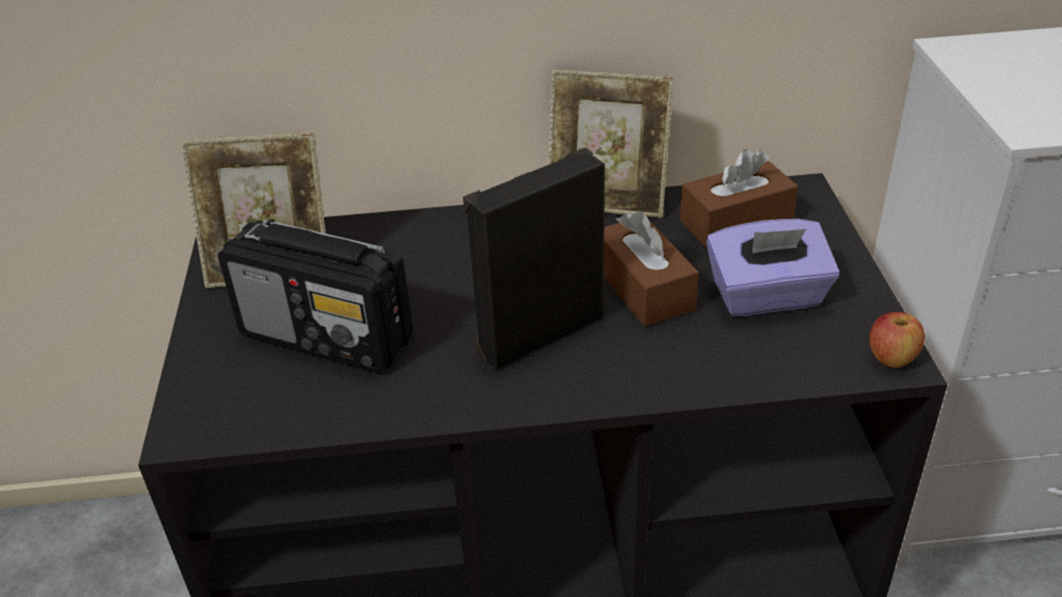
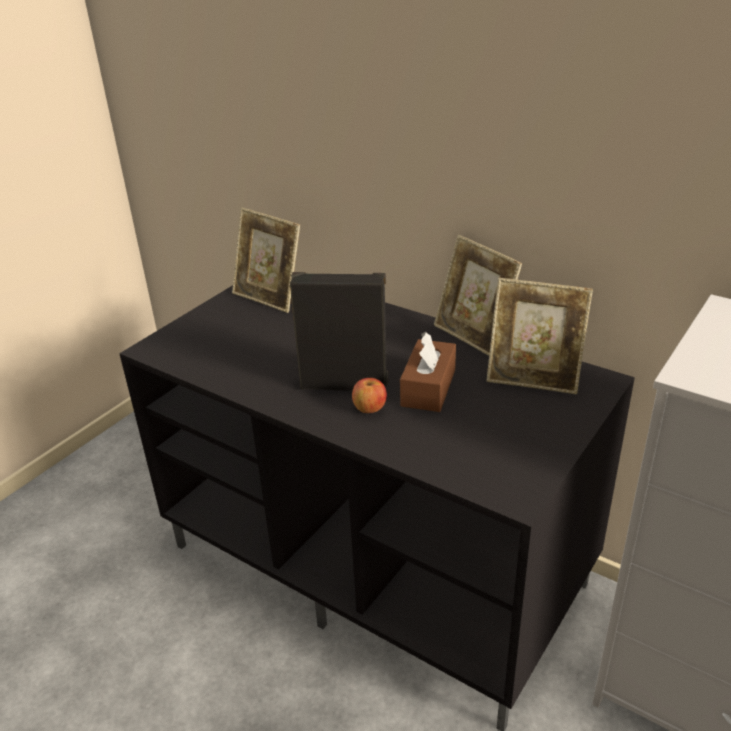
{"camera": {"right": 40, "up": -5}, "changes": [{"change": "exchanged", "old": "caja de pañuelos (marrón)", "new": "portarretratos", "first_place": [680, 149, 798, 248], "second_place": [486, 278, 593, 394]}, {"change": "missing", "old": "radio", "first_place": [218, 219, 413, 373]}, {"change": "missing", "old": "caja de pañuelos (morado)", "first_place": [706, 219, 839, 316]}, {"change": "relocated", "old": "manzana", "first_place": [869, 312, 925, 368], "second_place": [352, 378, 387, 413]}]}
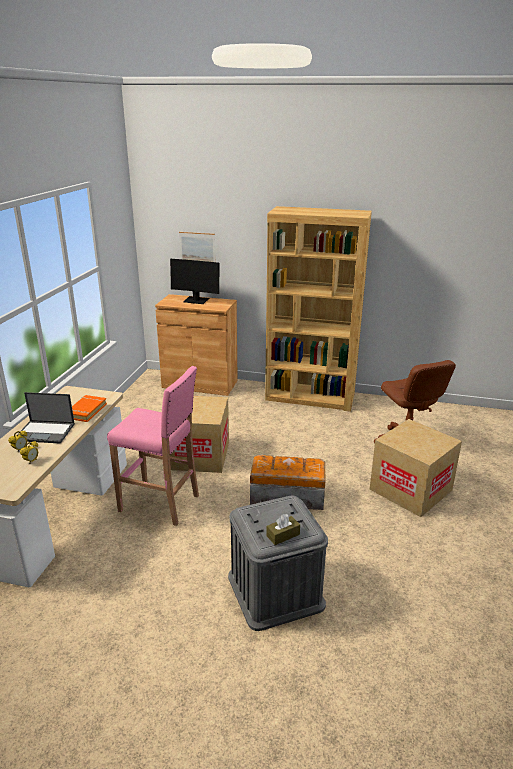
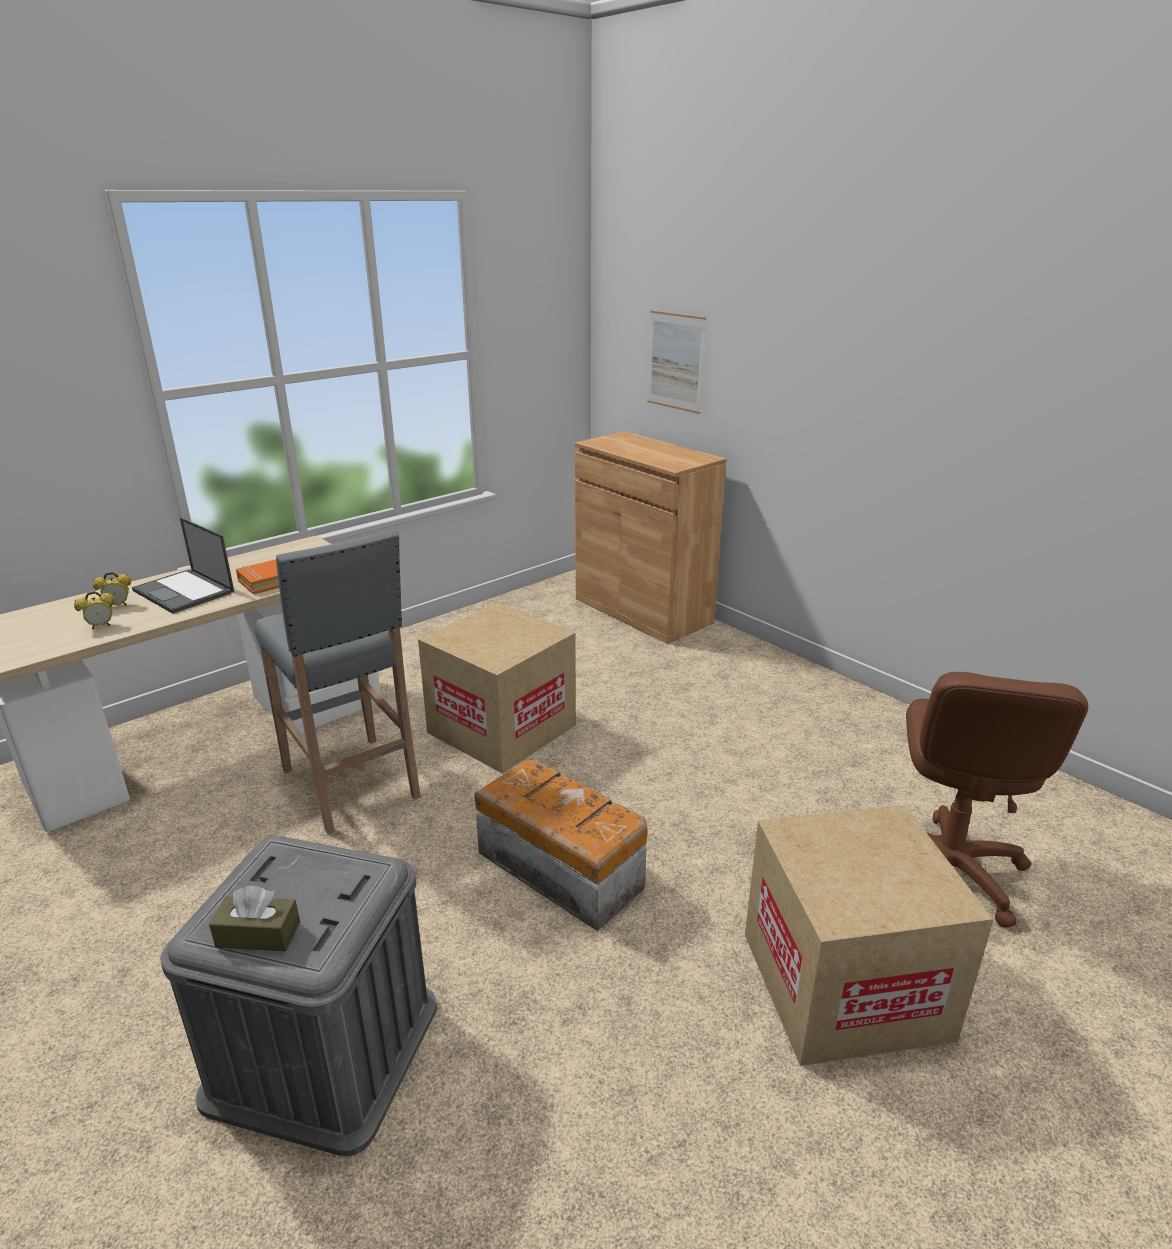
{"camera": {"right": 35, "up": 0}, "changes": [{"change": "missing", "old": "estantería (marrón)", "first_place": [265, 206, 372, 412]}, {"change": "missing", "old": "monitor", "first_place": [170, 259, 220, 304]}, {"change": "colour", "old": "taburete (rosa)", "new": "taburete (gris)", "first_place": [107, 366, 199, 526], "second_place": [255, 530, 421, 834]}]}
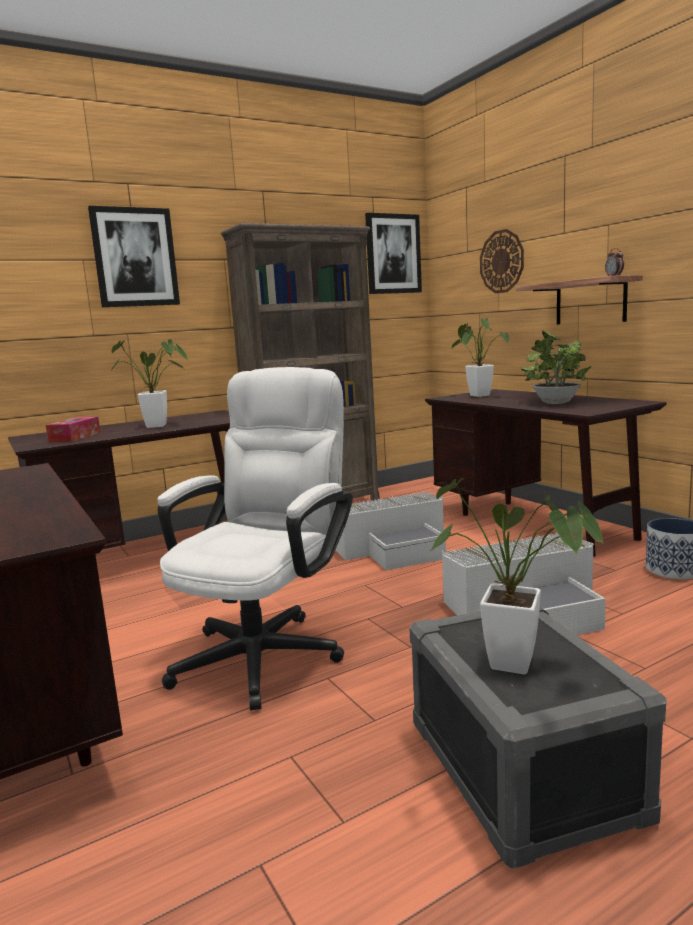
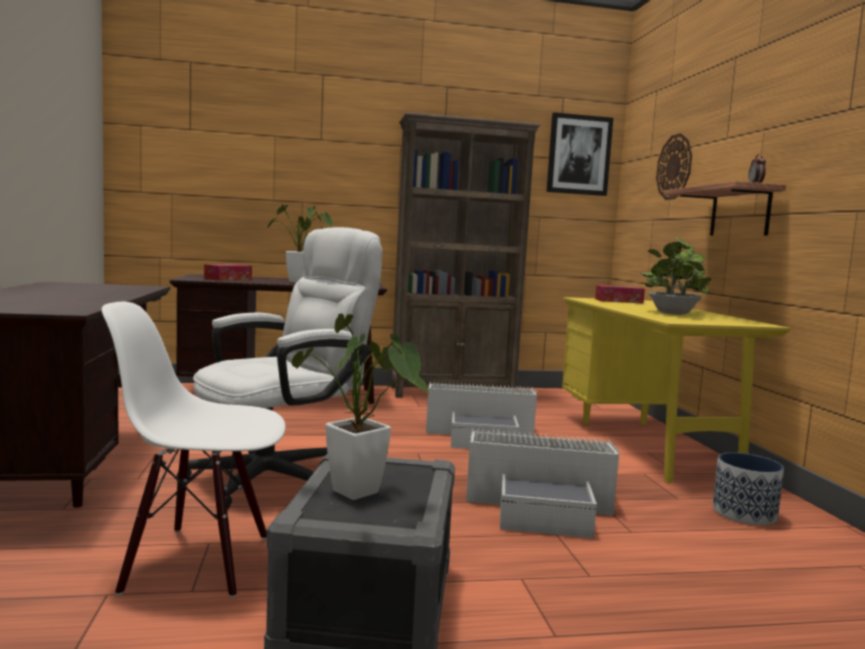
{"camera": {"right": 20, "up": -5}, "changes": [{"change": "missing", "old": "cuadro", "first_place": [88, 206, 180, 307]}, {"change": "exchanged", "old": "planta en maceta", "new": "caja de pañuelos", "first_place": [452, 318, 510, 397], "second_place": [595, 285, 645, 304]}, {"change": "colour", "old": "escritorio (marrón)", "new": "escritorio (amarillo)", "first_place": [425, 389, 667, 557], "second_place": [562, 297, 790, 483]}, {"change": "appeared", "new": "silla (blanco)", "second_place": [102, 302, 286, 598]}]}
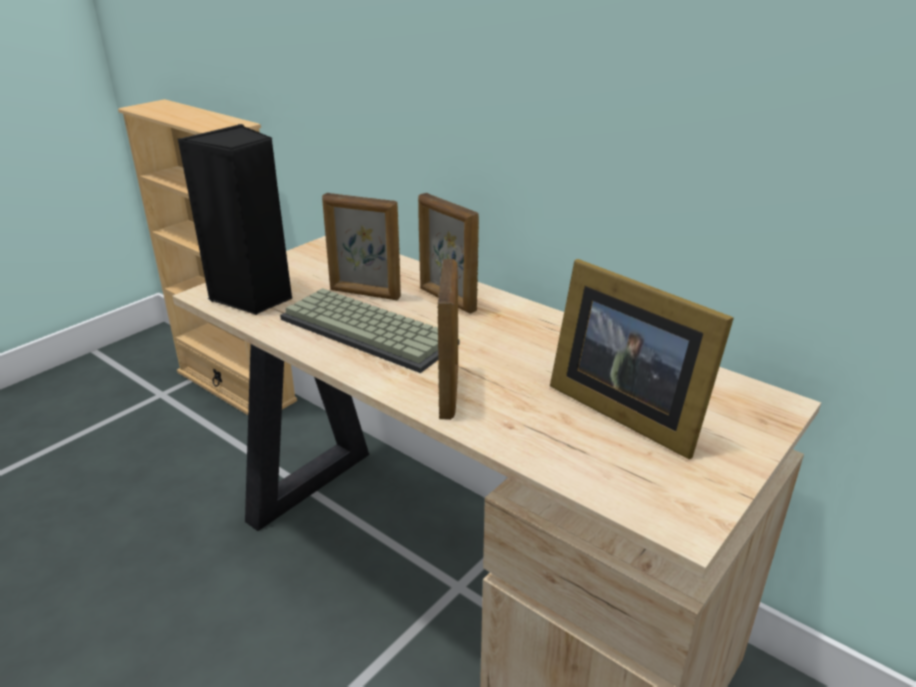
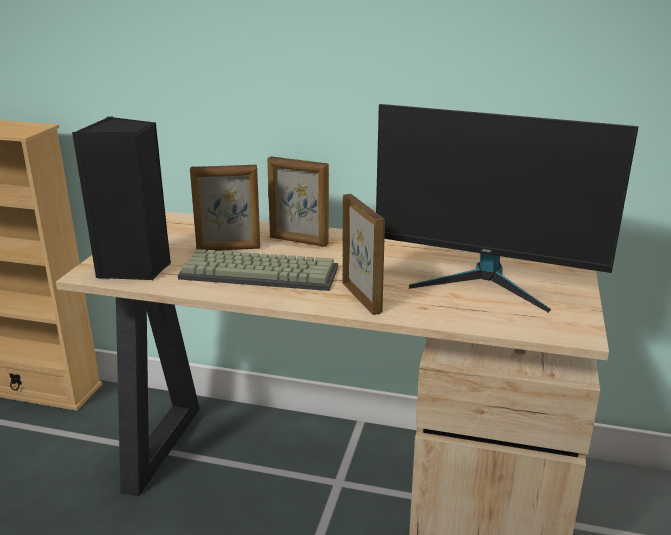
{"camera": {"right": -25, "up": -5}, "changes": [{"change": "exchanged", "old": "portarretratos", "new": "monitor", "first_place": [550, 259, 734, 459], "second_place": [376, 104, 639, 313]}]}
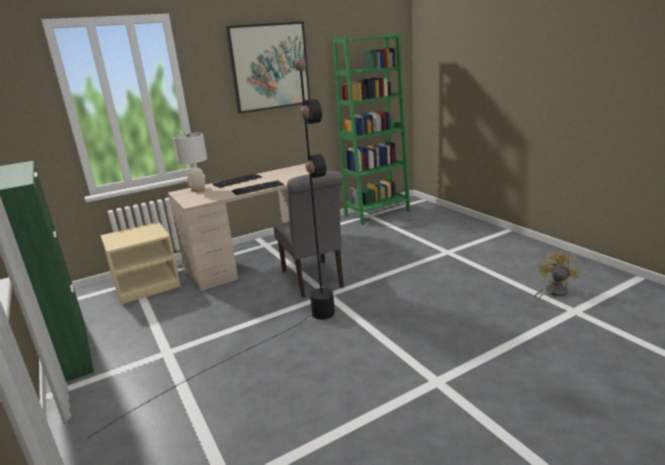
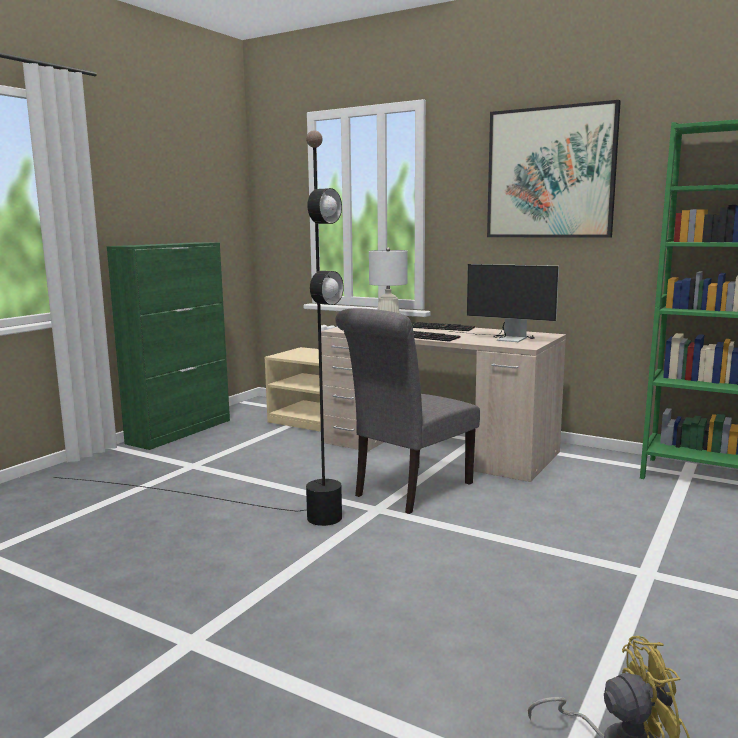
{"camera": {"right": 60, "up": -10}, "changes": [{"change": "appeared", "new": "monitor", "second_place": [455, 264, 559, 342]}]}
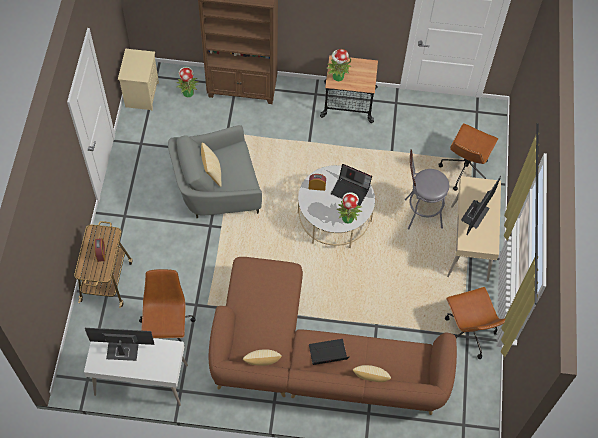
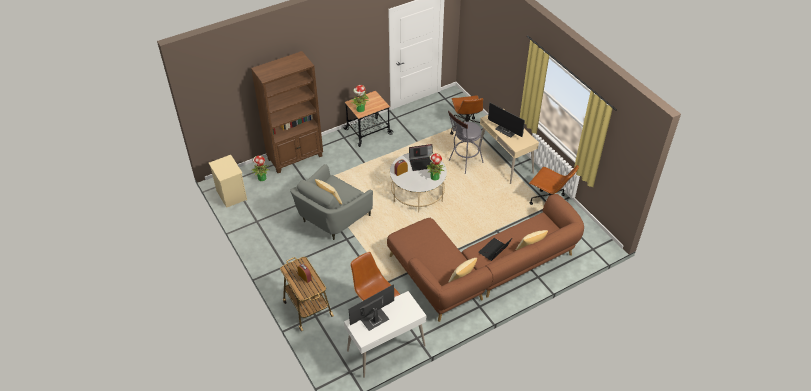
{"camera": {"right": -35, "up": -15}, "changes": [{"change": "spun", "old": "monitor", "first_place": [461, 176, 501, 235], "second_place": [488, 103, 525, 138], "degrees": 135}]}
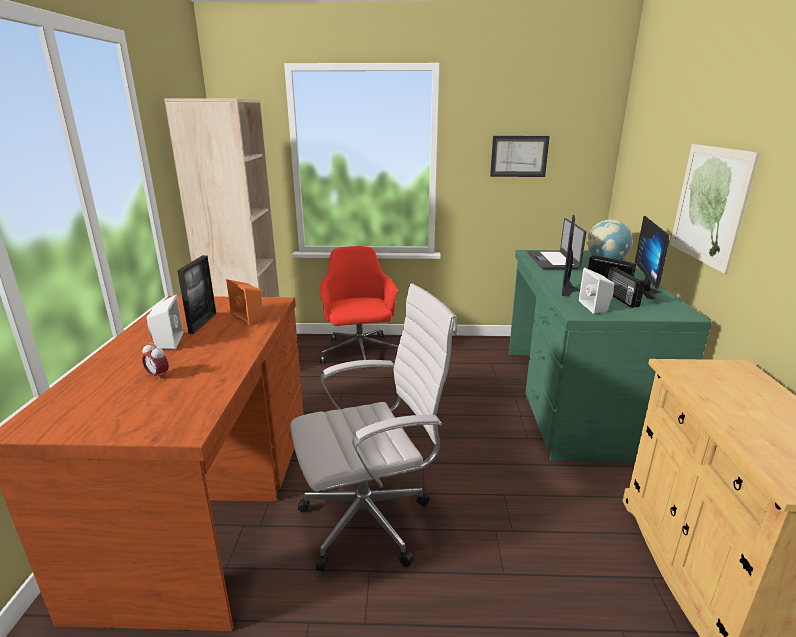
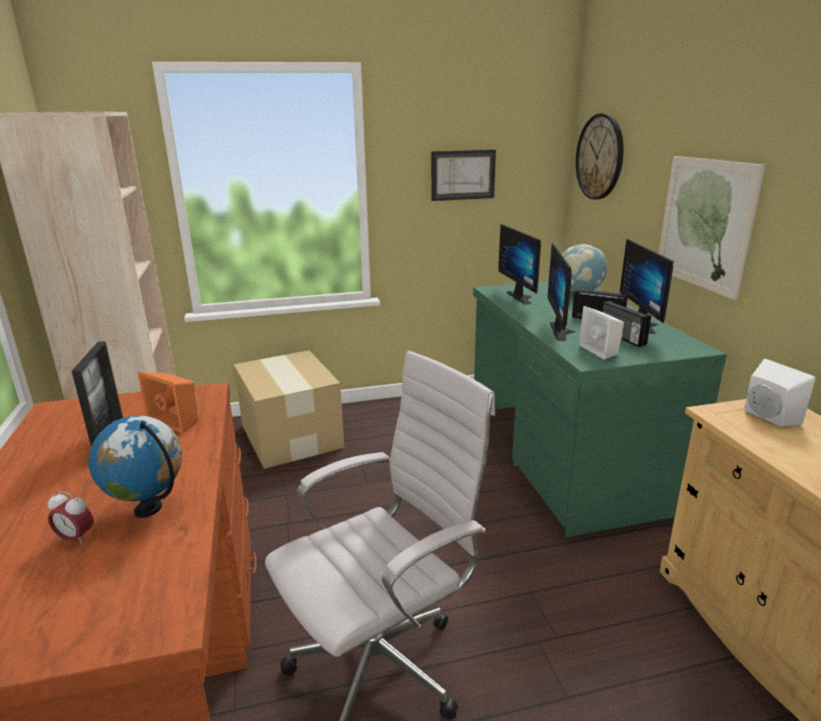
{"camera": {"right": -15, "up": 0}, "changes": [{"change": "exchanged", "old": "portátil", "new": "monitor", "first_place": [527, 218, 586, 269], "second_place": [498, 224, 541, 305]}, {"change": "exchanged", "old": "silla de oficina (rojo)", "new": "caja de cartón", "first_place": [319, 246, 398, 364], "second_place": [234, 350, 345, 469]}, {"change": "relocated", "old": "altavoz (blanco)", "first_place": [147, 294, 184, 349], "second_place": [744, 359, 815, 427]}, {"change": "appeared", "new": "reloj de pared", "second_place": [576, 113, 623, 200]}, {"change": "appeared", "new": "globo terráqueo", "second_place": [89, 415, 182, 518]}]}
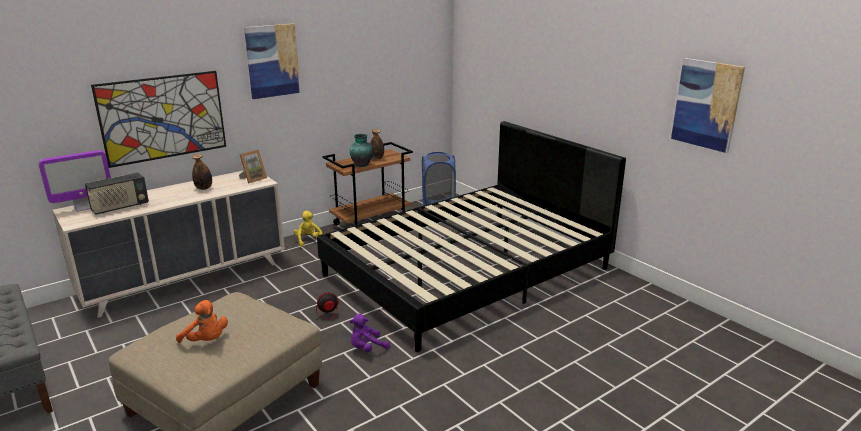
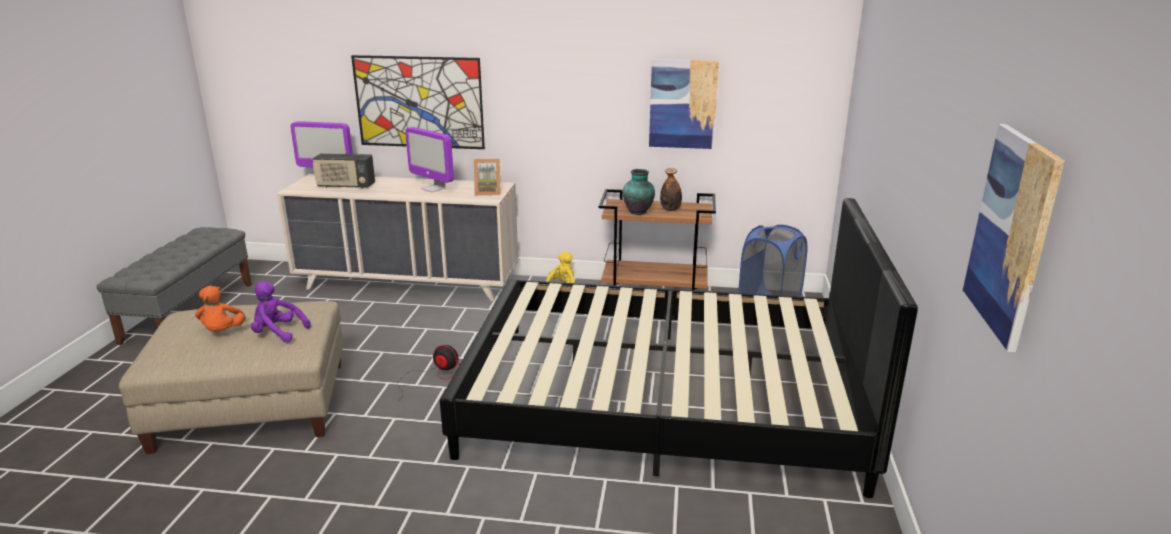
{"camera": {"right": 45, "up": 0}, "changes": [{"change": "relocated", "old": "cuadro", "first_place": [244, 23, 301, 99], "second_place": [649, 59, 719, 149]}, {"change": "exchanged", "old": "botella", "new": "monitor", "first_place": [192, 154, 212, 190], "second_place": [405, 127, 454, 192]}, {"change": "relocated", "old": "peluche (morado)", "first_place": [350, 314, 390, 352], "second_place": [251, 282, 311, 343]}]}
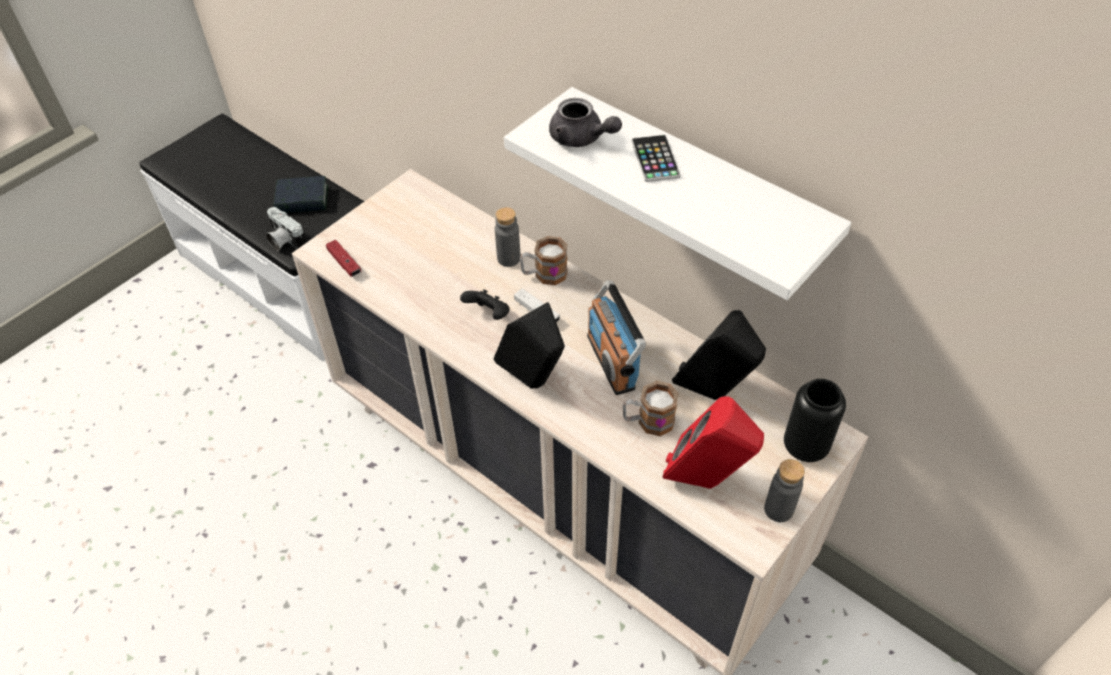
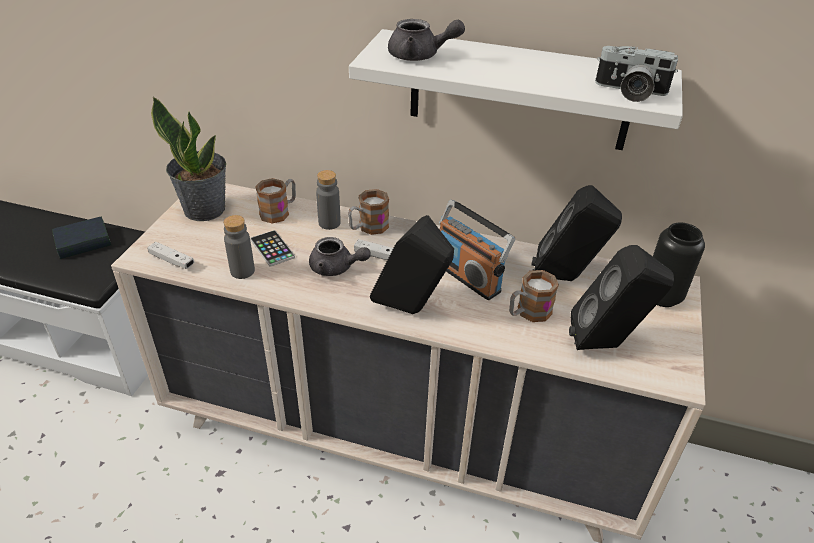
{"camera": {"right": -25, "up": -10}, "changes": [{"change": "relocated", "old": "móvil", "first_place": [632, 135, 681, 182], "second_place": [250, 230, 295, 266]}, {"change": "relocated", "old": "cámara", "first_place": [266, 207, 306, 251], "second_place": [595, 46, 678, 102]}, {"change": "colour", "old": "mando de consola (rojo)", "new": "mando de consola (blanco)", "first_place": [326, 240, 361, 277], "second_place": [148, 242, 194, 269]}, {"change": "exchanged", "old": "mando de consola (negro)", "new": "tetera (gris)", "first_place": [460, 289, 510, 320], "second_place": [309, 237, 371, 276]}, {"change": "colour", "old": "altavoz (rojo)", "new": "altavoz (negro)", "first_place": [663, 396, 764, 489], "second_place": [569, 245, 674, 350]}, {"change": "relocated", "old": "botella (gris)", "first_place": [764, 459, 805, 522], "second_place": [223, 215, 255, 279]}, {"change": "appeared", "new": "planta en maceta", "second_place": [151, 96, 226, 221]}, {"change": "appeared", "new": "taza grande", "second_place": [255, 178, 296, 223]}]}
